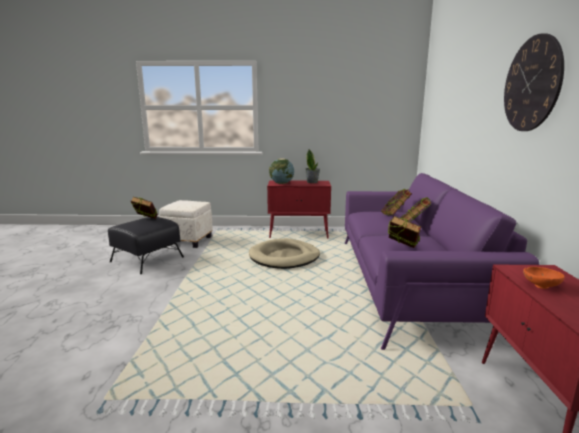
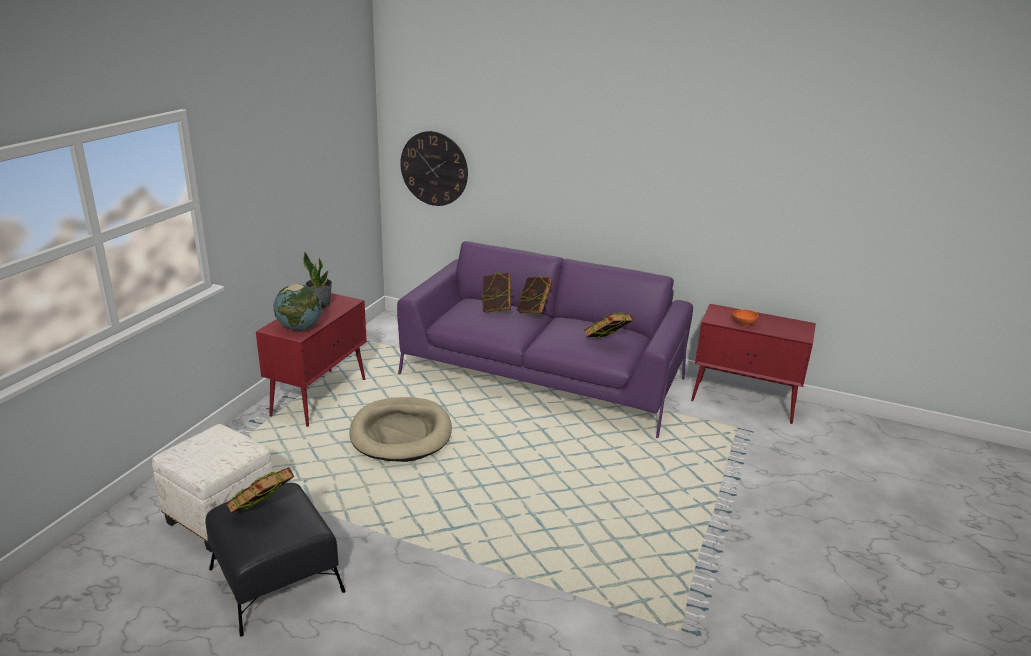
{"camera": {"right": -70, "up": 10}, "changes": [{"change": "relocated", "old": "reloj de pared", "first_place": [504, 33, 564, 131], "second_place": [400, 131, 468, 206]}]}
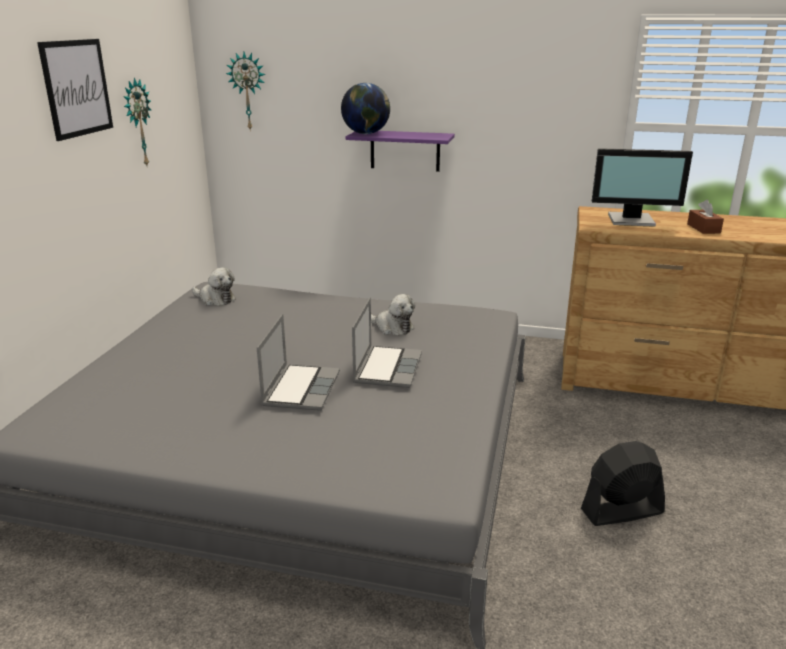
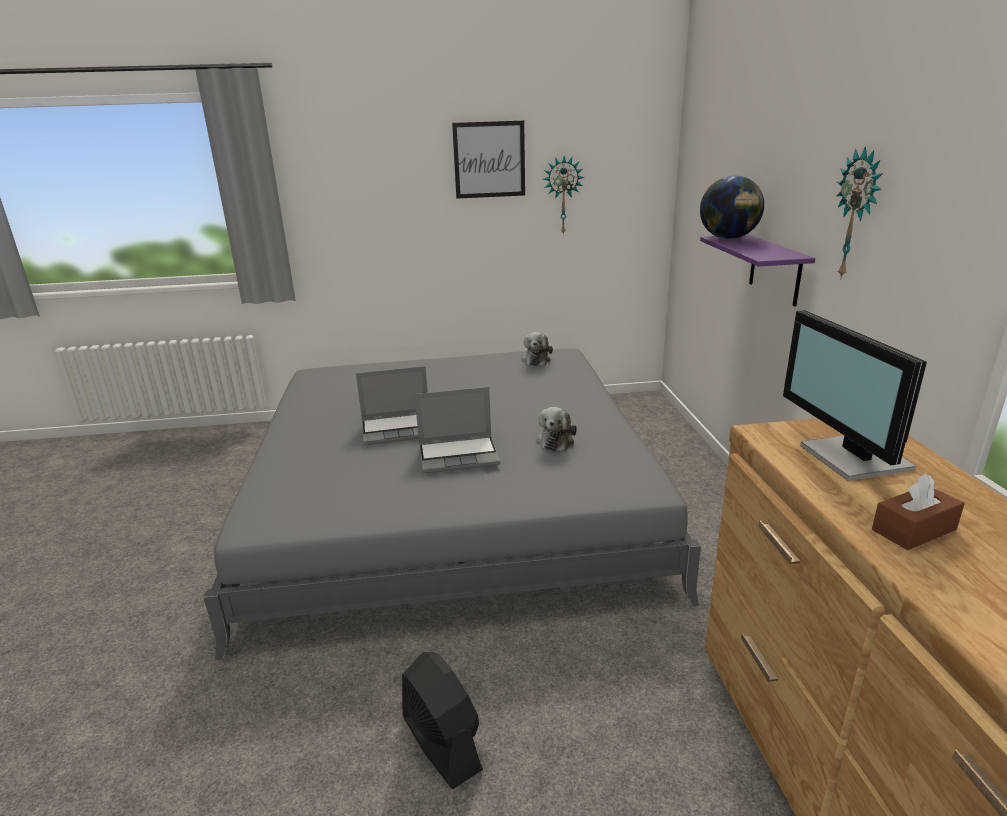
{"camera": {"right": 70, "up": 0}, "changes": [{"change": "relocated", "old": "reloj de pared", "first_place": [226, 52, 266, 132], "second_place": [836, 146, 883, 278]}]}
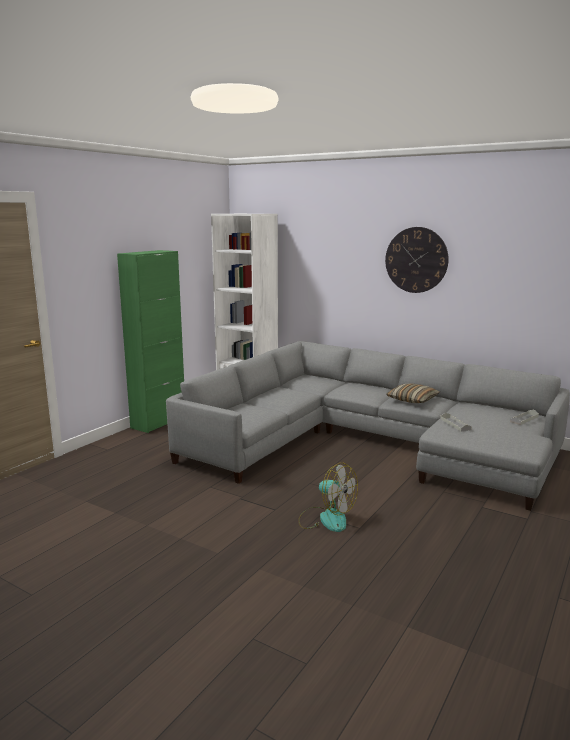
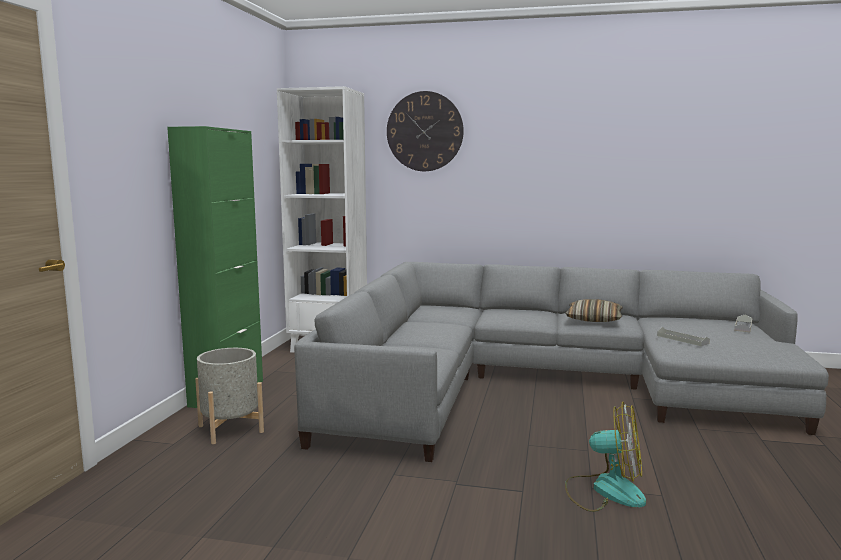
{"camera": {"right": -20, "up": -5}, "changes": [{"change": "relocated", "old": "reloj de pared", "first_place": [385, 227, 449, 293], "second_place": [387, 91, 464, 171]}, {"change": "appeared", "new": "maceta (gris)", "second_place": [195, 348, 264, 444]}]}
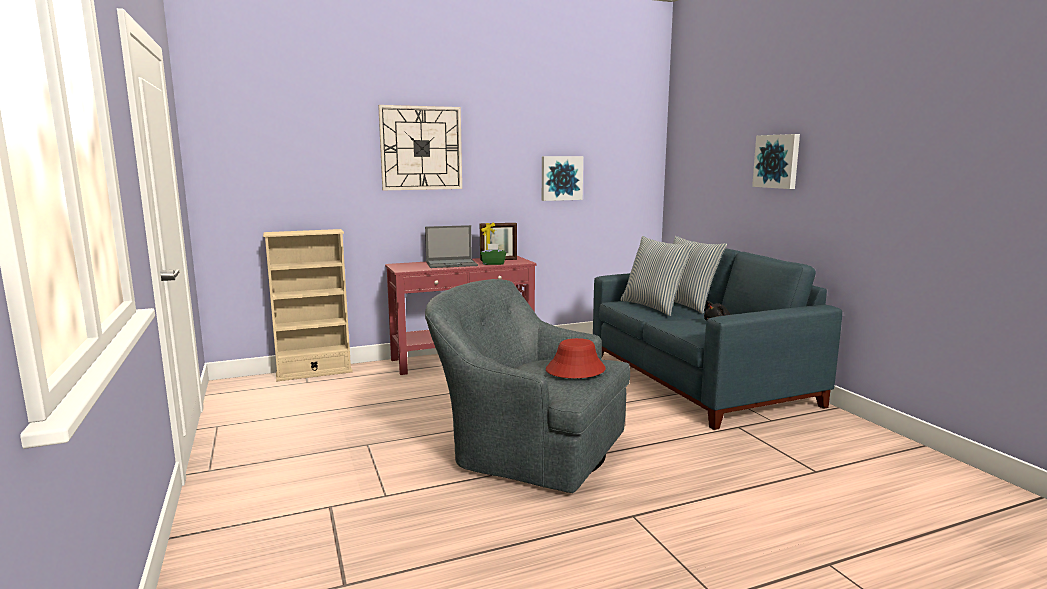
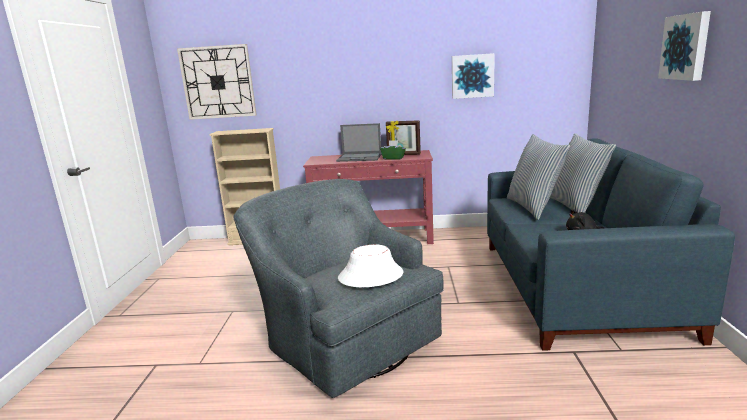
{"camera": {"right": 25, "up": 5}, "changes": [{"change": "relocated", "old": "reloj de pared", "first_place": [378, 105, 462, 190], "second_place": [177, 44, 257, 120]}, {"change": "colour", "old": "sombrero (rojo)", "new": "sombrero (blanco)", "first_place": [546, 338, 606, 378], "second_place": [338, 244, 403, 287]}]}
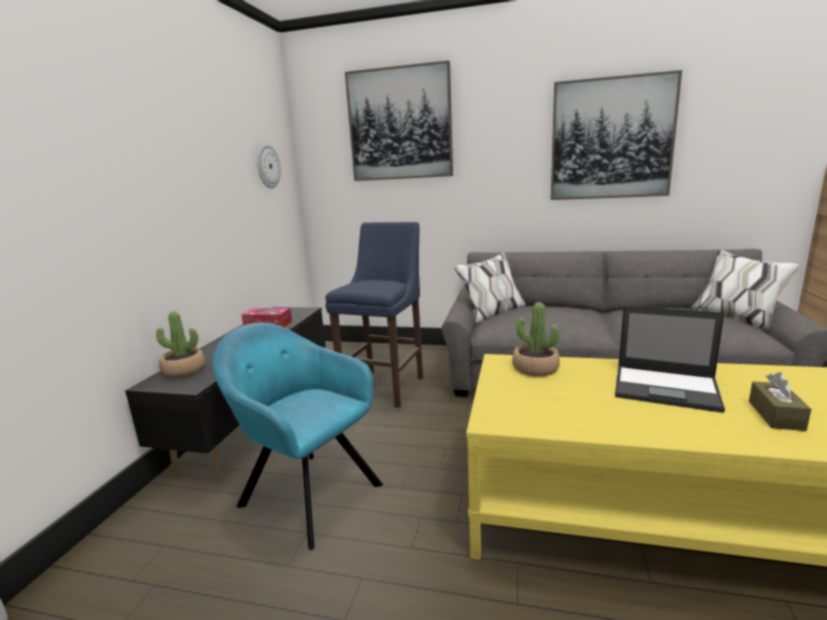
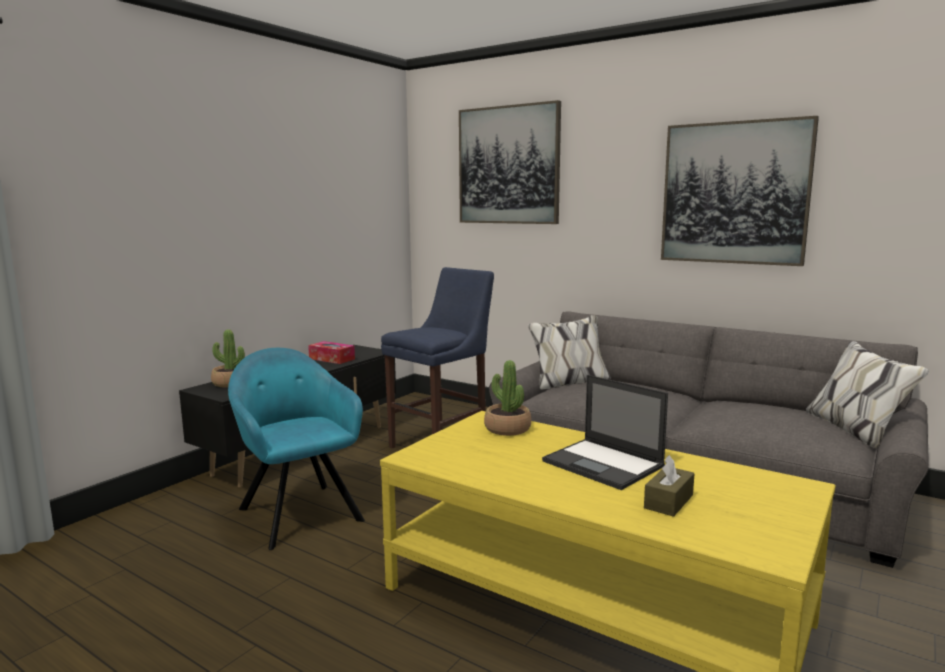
{"camera": {"right": 20, "up": -5}, "changes": [{"change": "missing", "old": "reloj de pared", "first_place": [257, 144, 281, 189]}]}
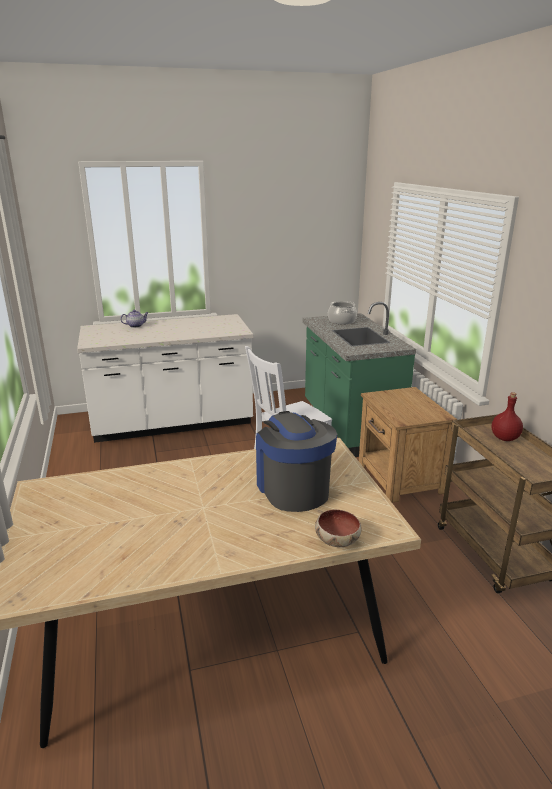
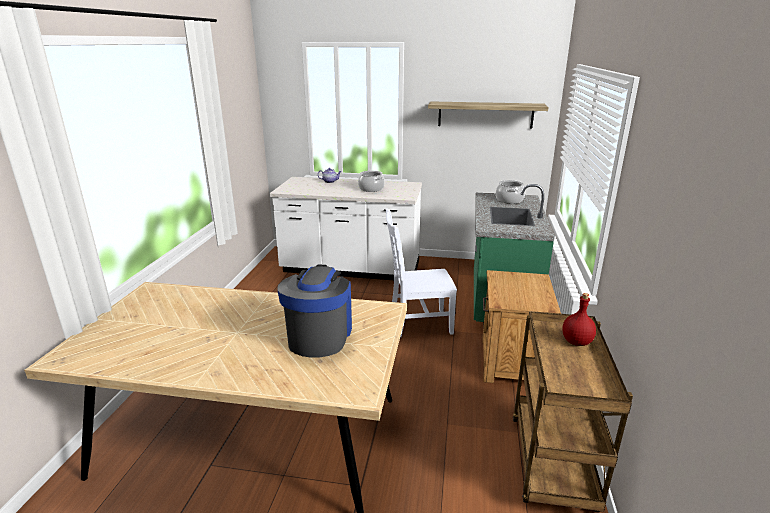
{"camera": {"right": 25, "up": 0}, "changes": [{"change": "missing", "old": "cuenco", "first_place": [315, 510, 361, 547]}, {"change": "appeared", "new": "estante", "second_place": [428, 101, 549, 129]}, {"change": "appeared", "new": "olla", "second_place": [358, 171, 385, 192]}]}
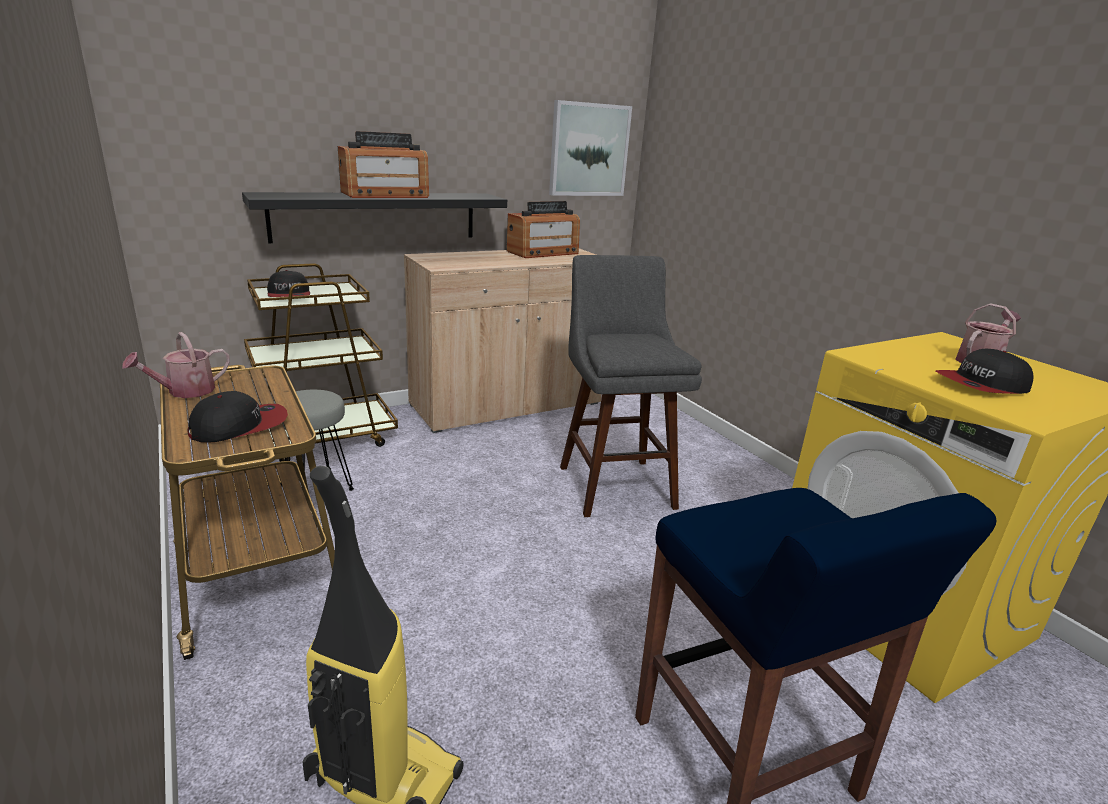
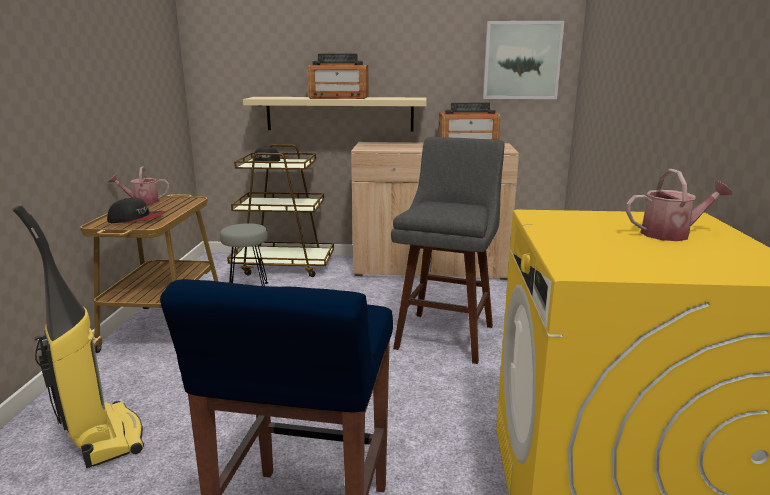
{"camera": {"right": 35, "up": -5}, "changes": [{"change": "colour", "old": "estante (negro)", "new": "estante (beis)", "first_place": [242, 192, 507, 243], "second_place": [243, 97, 427, 132]}, {"change": "missing", "old": "gorra", "first_place": [936, 349, 1033, 394]}]}
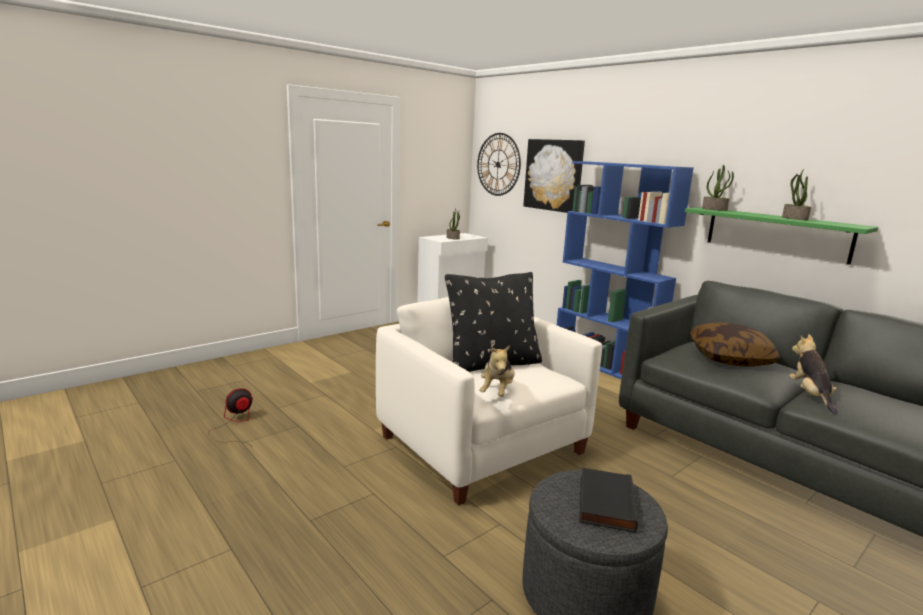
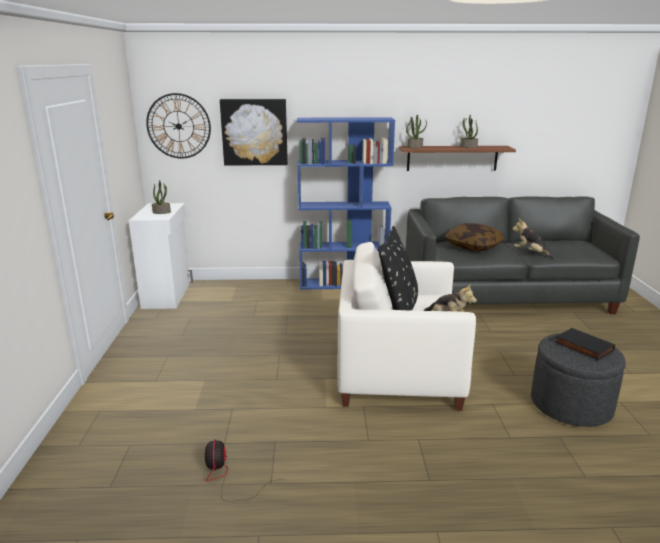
{"camera": {"right": -50, "up": 5}, "changes": [{"change": "colour", "old": "estante (verde)", "new": "estante (marrón)", "first_place": [685, 207, 879, 265], "second_place": [399, 146, 516, 171]}]}
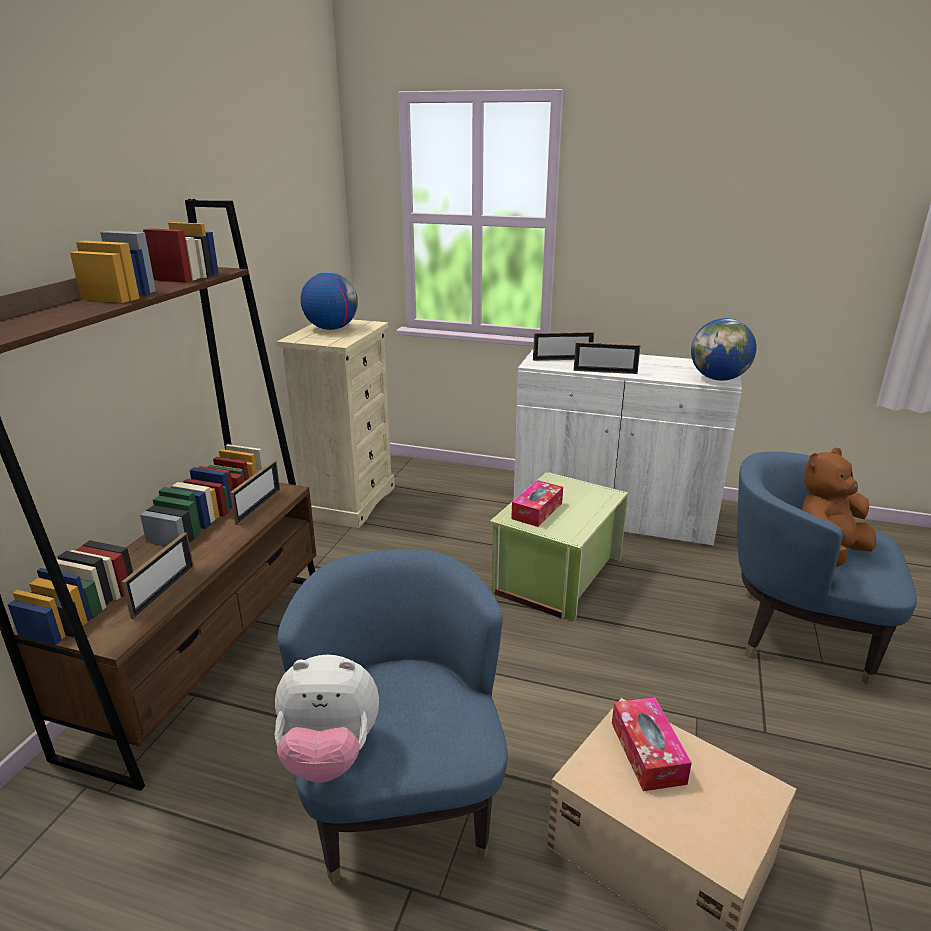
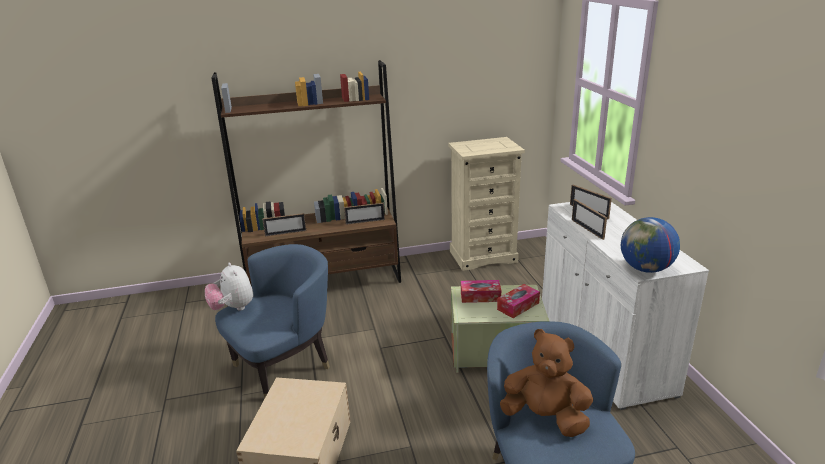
{"camera": {"right": 60, "up": 0}, "changes": [{"change": "missing", "old": "globo terráqueo", "first_place": [300, 272, 358, 330]}, {"change": "relocated", "old": "caja de pañuelos", "first_place": [612, 697, 692, 791], "second_place": [497, 284, 540, 318]}]}
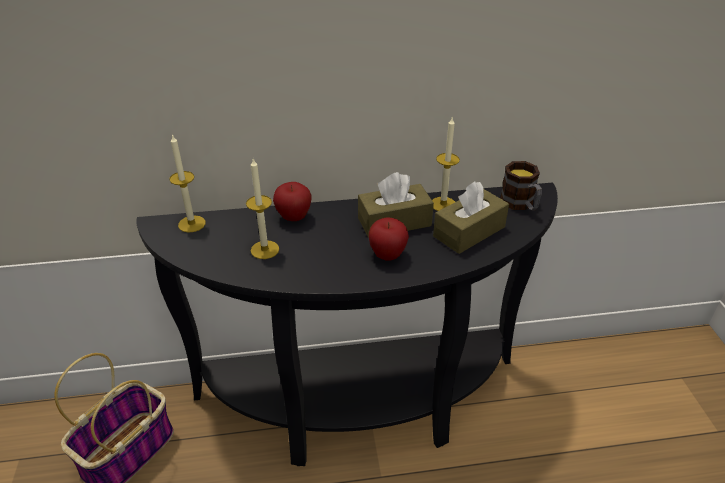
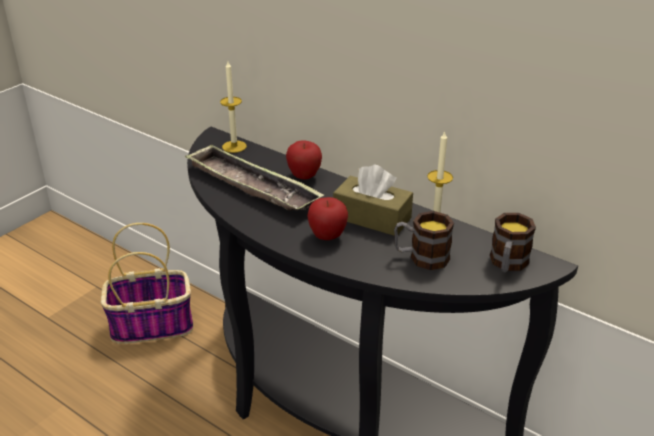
{"camera": {"right": 45, "up": -5}, "changes": [{"change": "exchanged", "old": "vela", "new": "bandeja", "first_place": [246, 159, 279, 259], "second_place": [185, 144, 324, 211]}, {"change": "exchanged", "old": "caja de pañuelos (marrón)", "new": "taza grande", "first_place": [433, 181, 509, 254], "second_place": [394, 211, 454, 270]}]}
